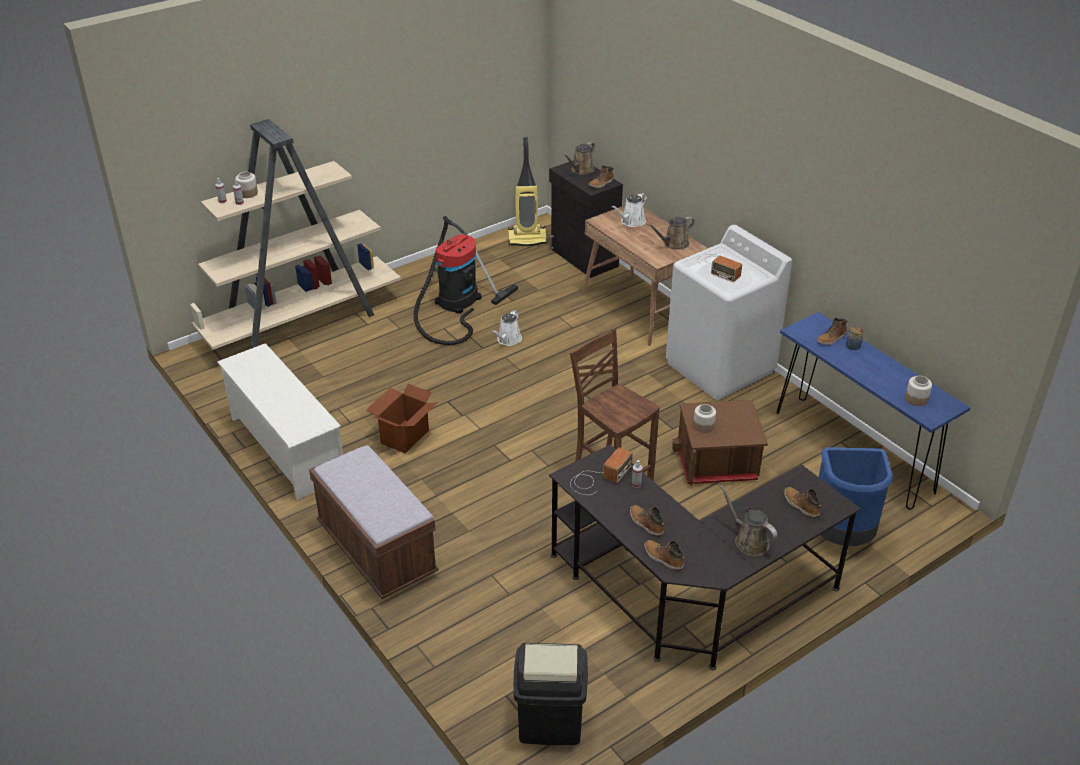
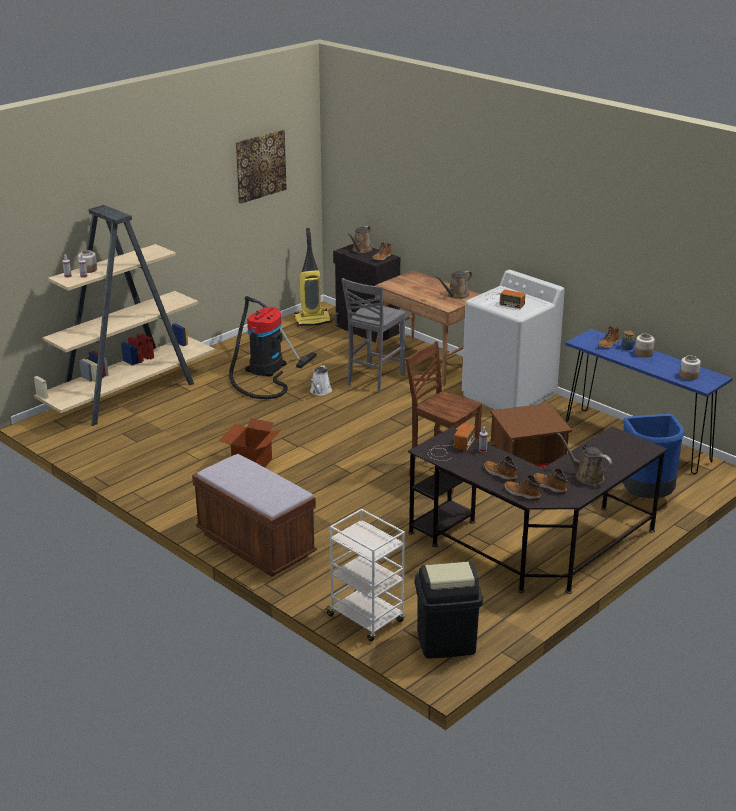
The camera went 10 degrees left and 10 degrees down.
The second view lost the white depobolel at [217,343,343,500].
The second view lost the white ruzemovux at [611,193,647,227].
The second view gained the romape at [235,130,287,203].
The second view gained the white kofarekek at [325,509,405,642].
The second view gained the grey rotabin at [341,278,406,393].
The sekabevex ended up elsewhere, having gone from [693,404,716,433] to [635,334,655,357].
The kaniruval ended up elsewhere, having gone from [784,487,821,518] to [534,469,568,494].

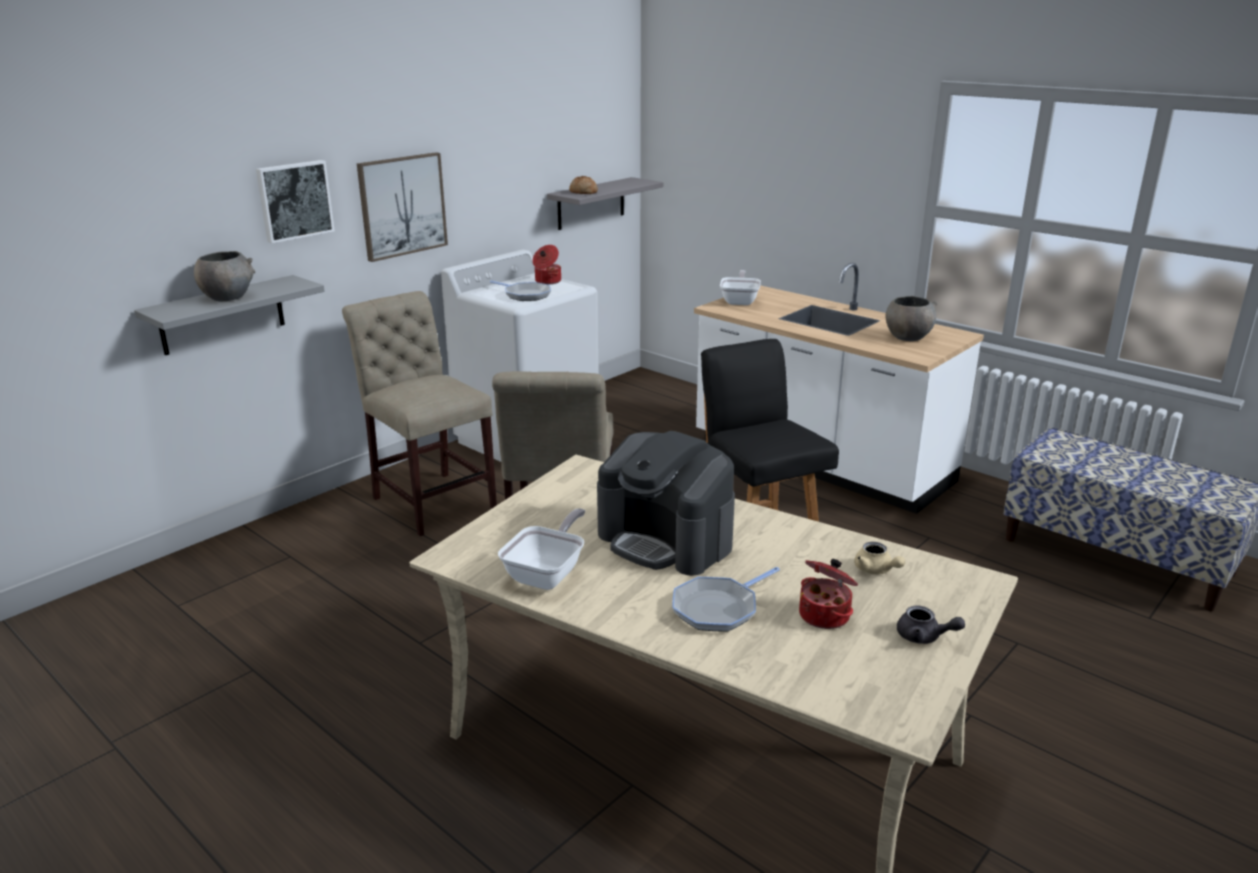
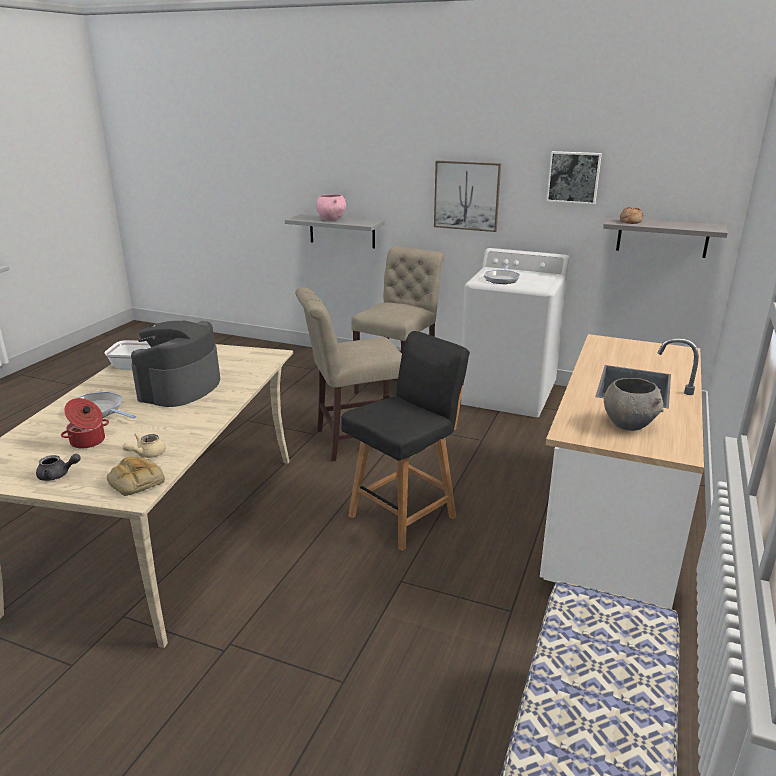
The camera went 70 degrees right and 0 degrees up.
The second view lost the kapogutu at [532,245,561,284].
The second view lost the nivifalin at [720,270,761,305].
The second view gained the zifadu at [107,456,165,496].
The romape ended up elsewhere, having gone from [256,160,335,243] to [546,151,602,204].
What was the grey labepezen at [194,251,255,301] turned into the pink labepezen at [316,194,346,221].
The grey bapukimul at [897,606,965,644] ended up facing another way, 105 degrees counterclockwise from before.

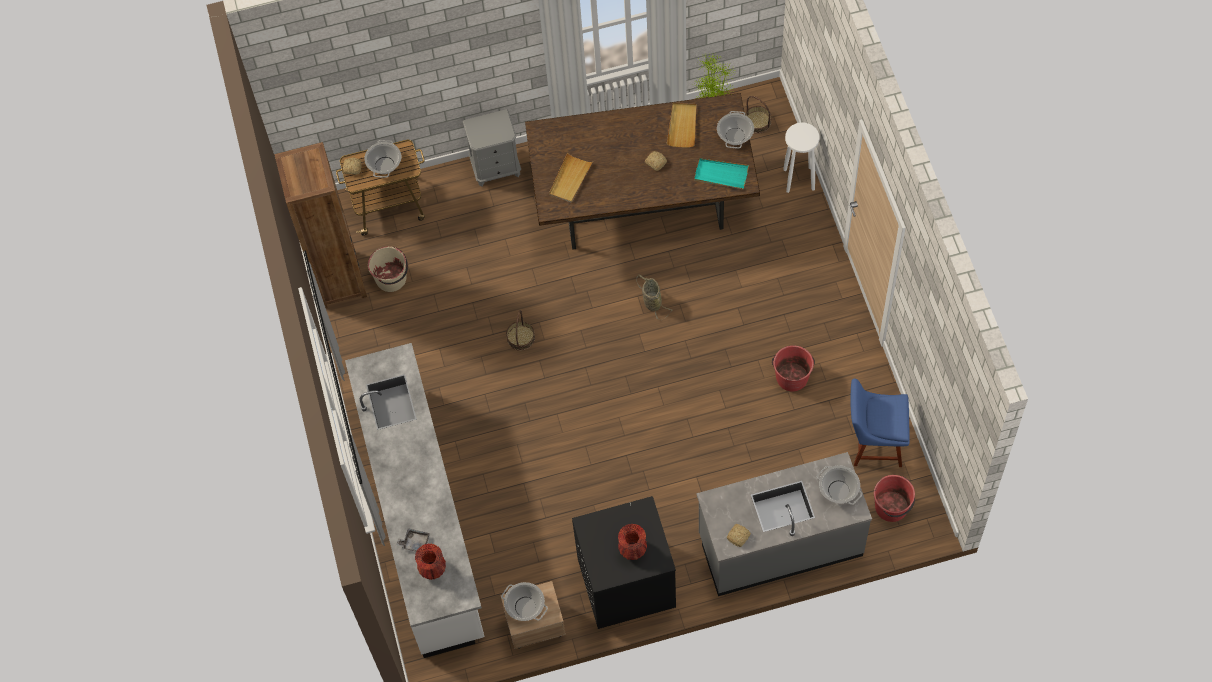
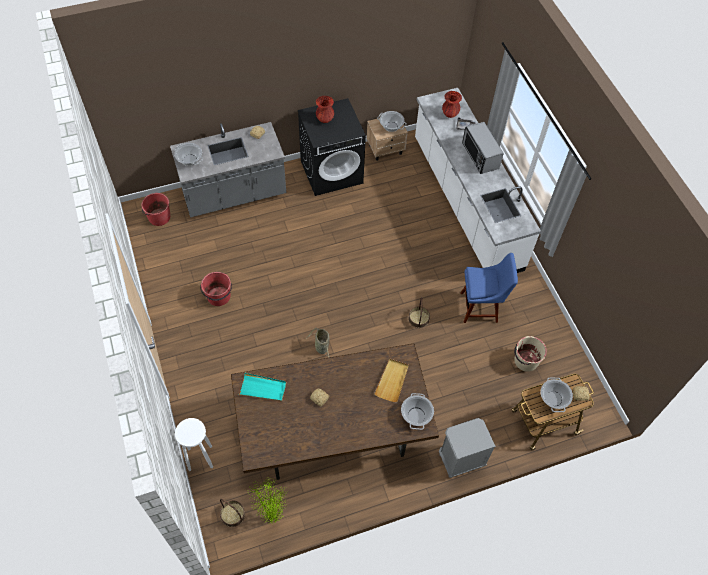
The camera went 170 degrees right and 5 degrees down.
The second view lost the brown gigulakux at [274,142,367,308].
The second view lost the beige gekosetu at [667,103,697,148].
The second view gained the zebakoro at [462,122,504,174].
The kapogutu ended up elsewhere, having gone from [717,111,754,149] to [401,393,434,430].
The blue rotabin ended up elsewhere, having gone from [850,379,910,467] to [460,253,518,323].

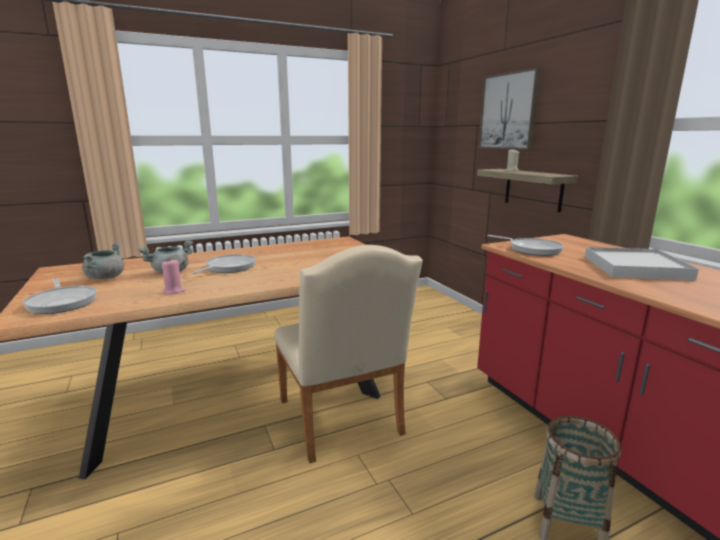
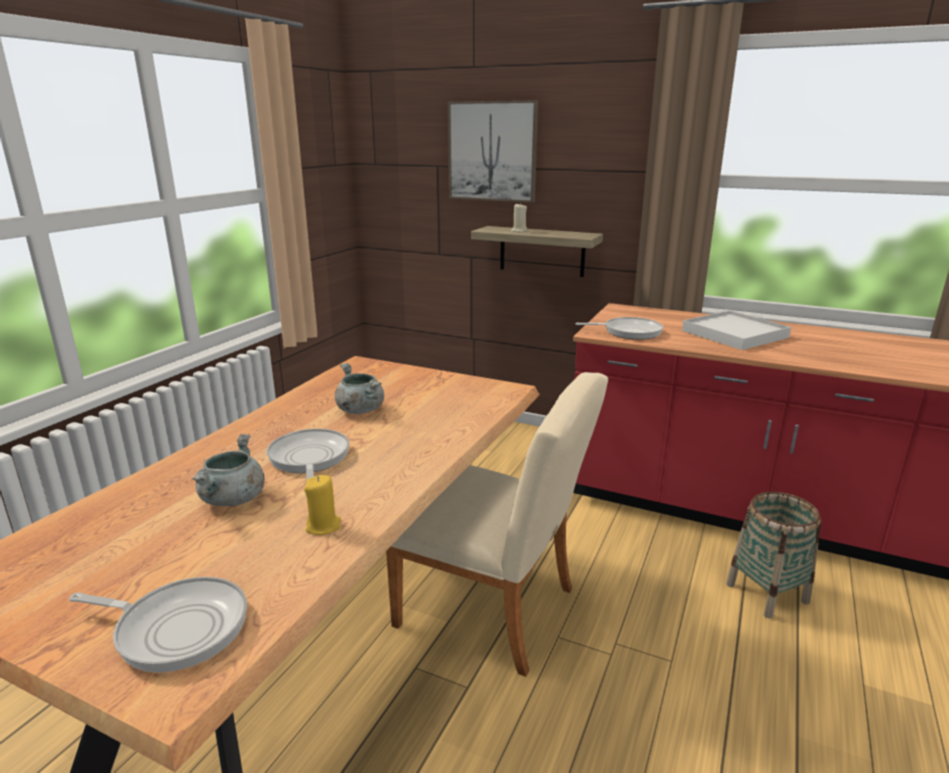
The camera went 40 degrees left and 5 degrees up.
The grey kapogutu ended up elsewhere, having gone from [82,243,124,279] to [335,363,384,414].
What was the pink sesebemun at [162,260,186,294] turned into the yellow sesebemun at [304,475,341,535].

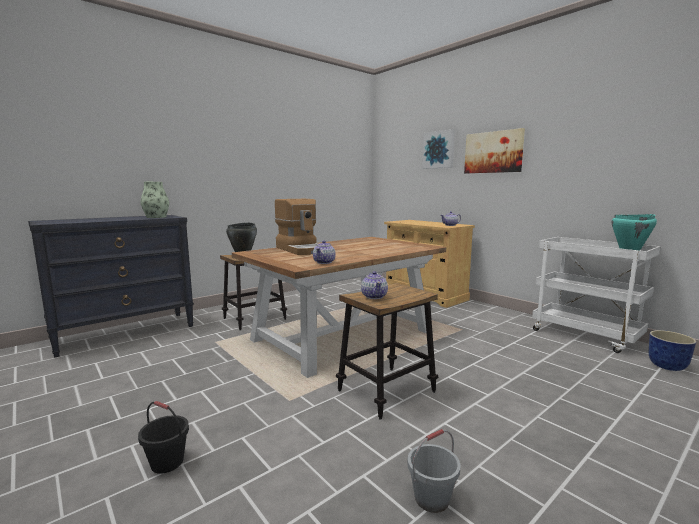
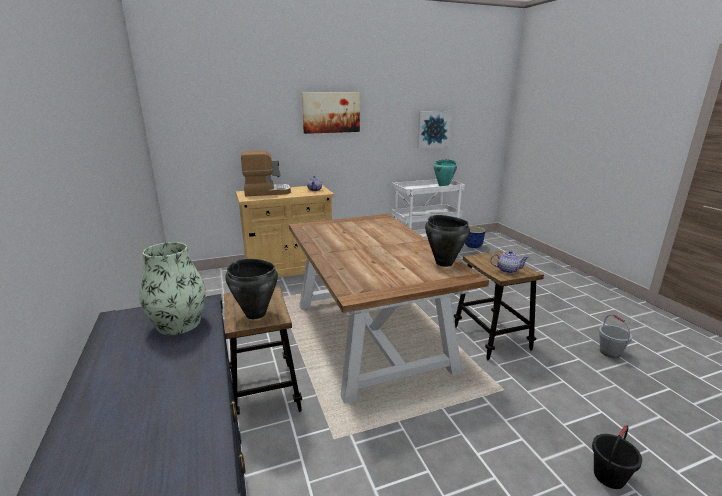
The camera went 70 degrees left and 10 degrees up.
The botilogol ended up elsewhere, having gone from [275,199,319,255] to [241,150,291,196].
The romape ended up elsewhere, having gone from [422,129,455,169] to [417,111,452,148].
Where the bapukimul stood at [313,240,336,264], the black kapogutu came to stand at [425,215,470,267].

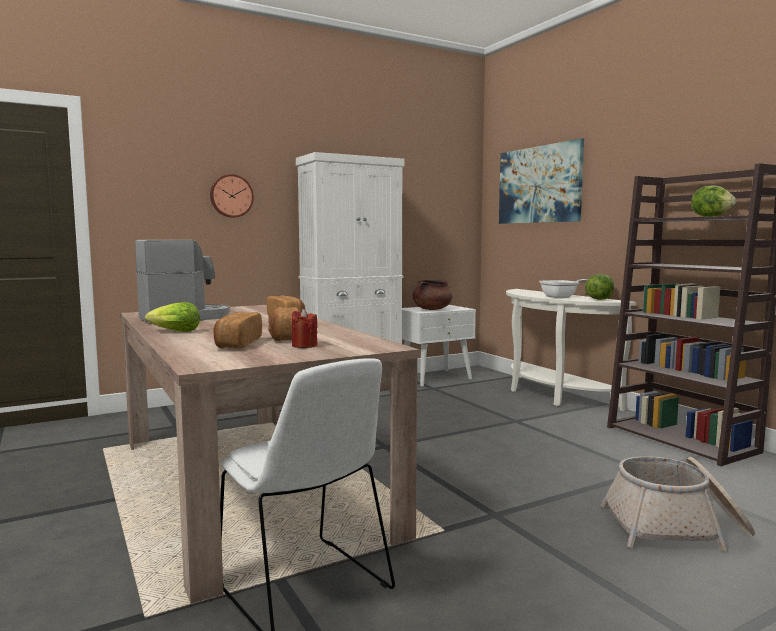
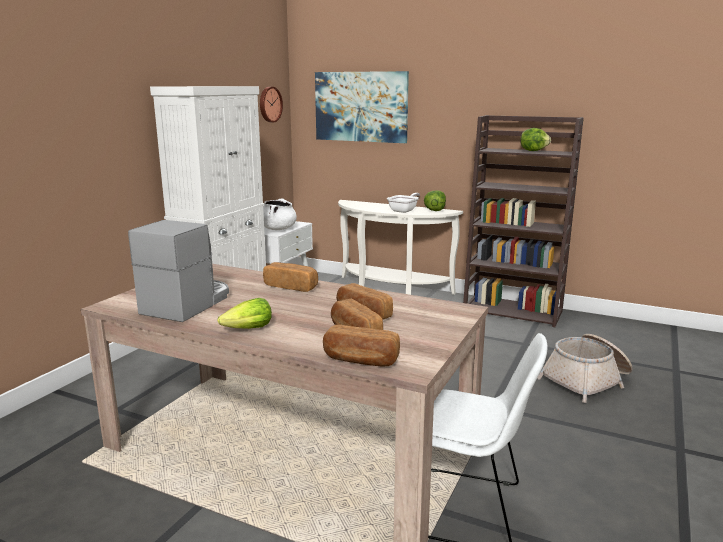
The camera went 35 degrees left and 10 degrees up.
The second view lost the red sesebemun at [292,309,318,348].
The second view gained the zifadu at [323,325,400,366].
The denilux ended up elsewhere, having gone from [210,174,254,218] to [260,87,283,122].
What was the brown kapogutu at [413,279,452,310] turned into the white kapogutu at [263,199,297,230].

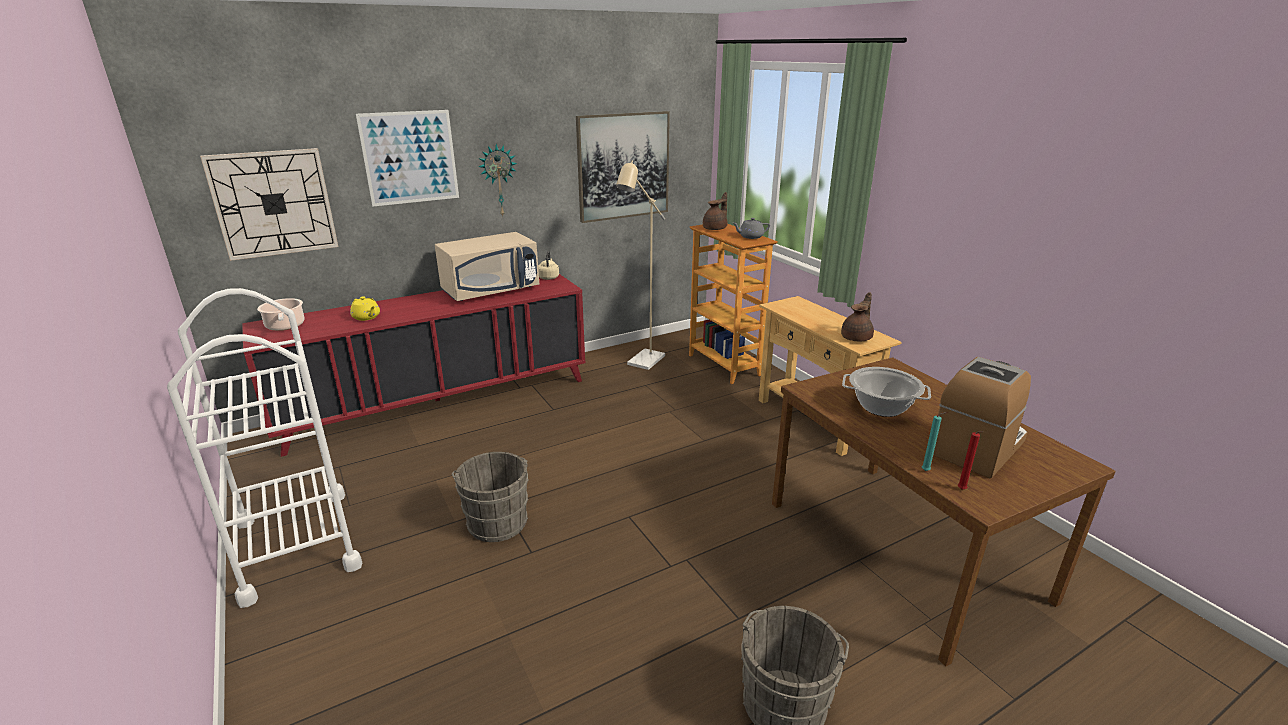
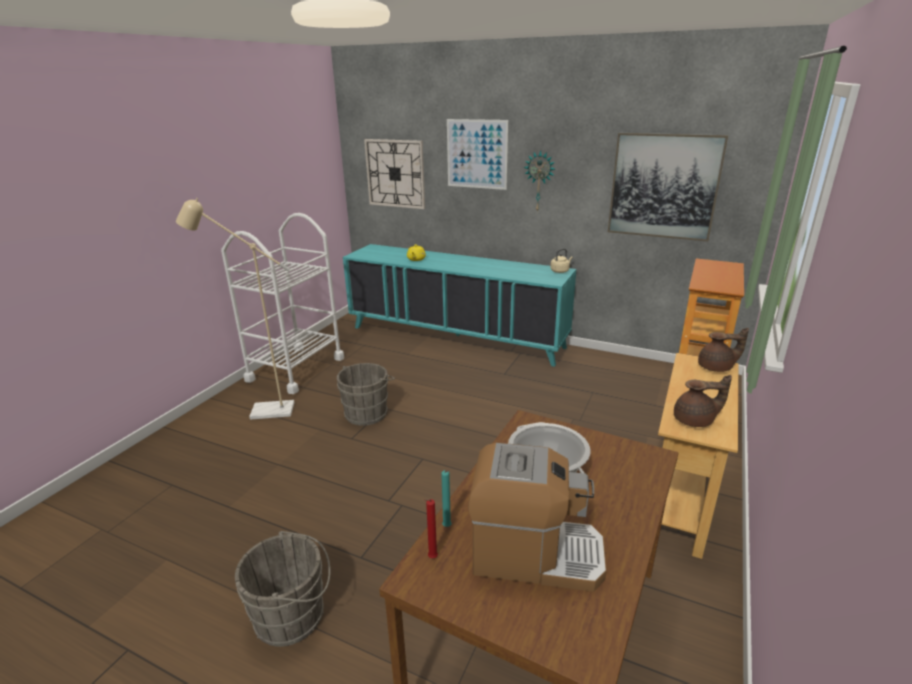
The camera went 55 degrees right and 0 degrees up.
The second view lost the kapogutu at [257,298,304,331].
The second view lost the beige zebakoro at [435,232,539,301].
The second view lost the grey bapukimul at [733,218,770,239].
The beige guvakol ended up elsewhere, having gone from [616,161,665,370] to [176,198,295,420].
The brown bapukimul ended up elsewhere, having gone from [703,192,727,230] to [698,328,749,372].
What was the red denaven at [242,274,585,457] turned into the turquoise denaven at [343,244,576,367].

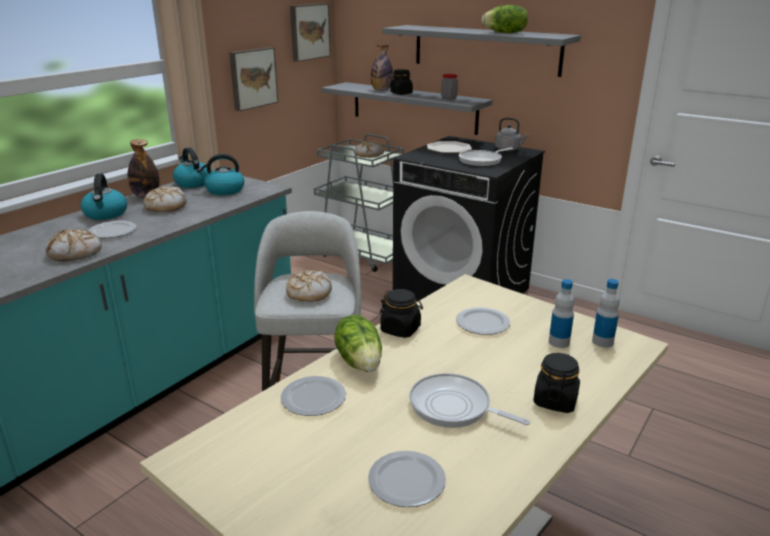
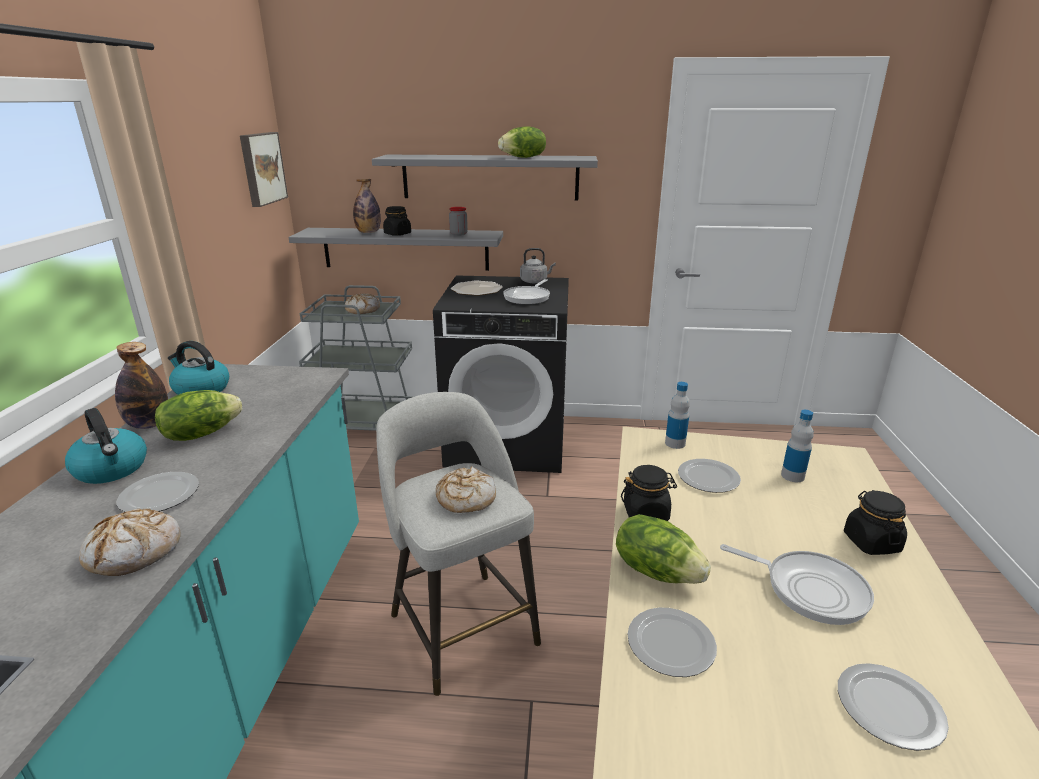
The camera went 30 degrees left and 0 degrees up.
The second view lost the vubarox at [197,154,245,195].
The second view lost the romape at [229,47,278,111].
The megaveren ended up elsewhere, having gone from [592,279,620,347] to [665,382,690,449].
Where the zifadu stood at [144,186,187,212], the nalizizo came to stand at [155,390,242,441].
The nivifalin at [409,373,530,428] ended up facing another way, 150 degrees counterclockwise from before.

